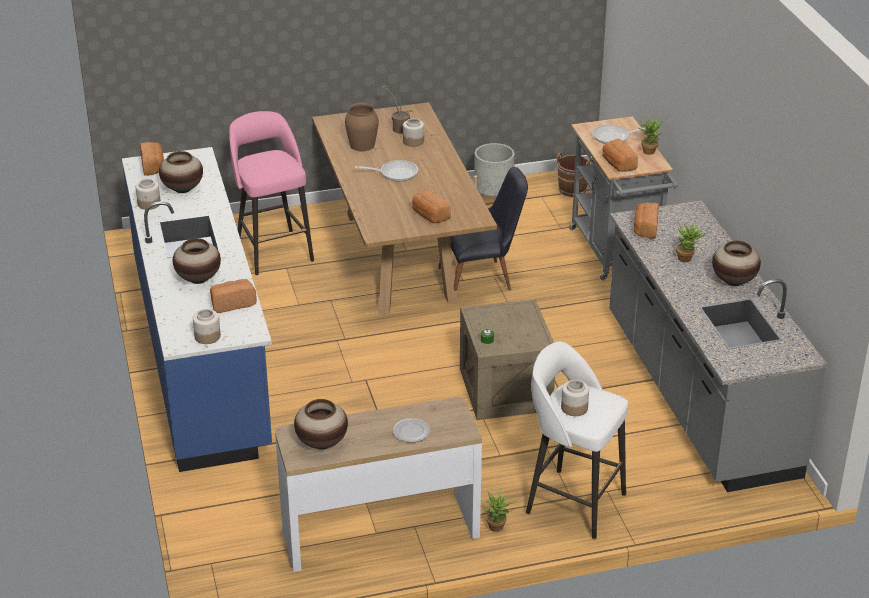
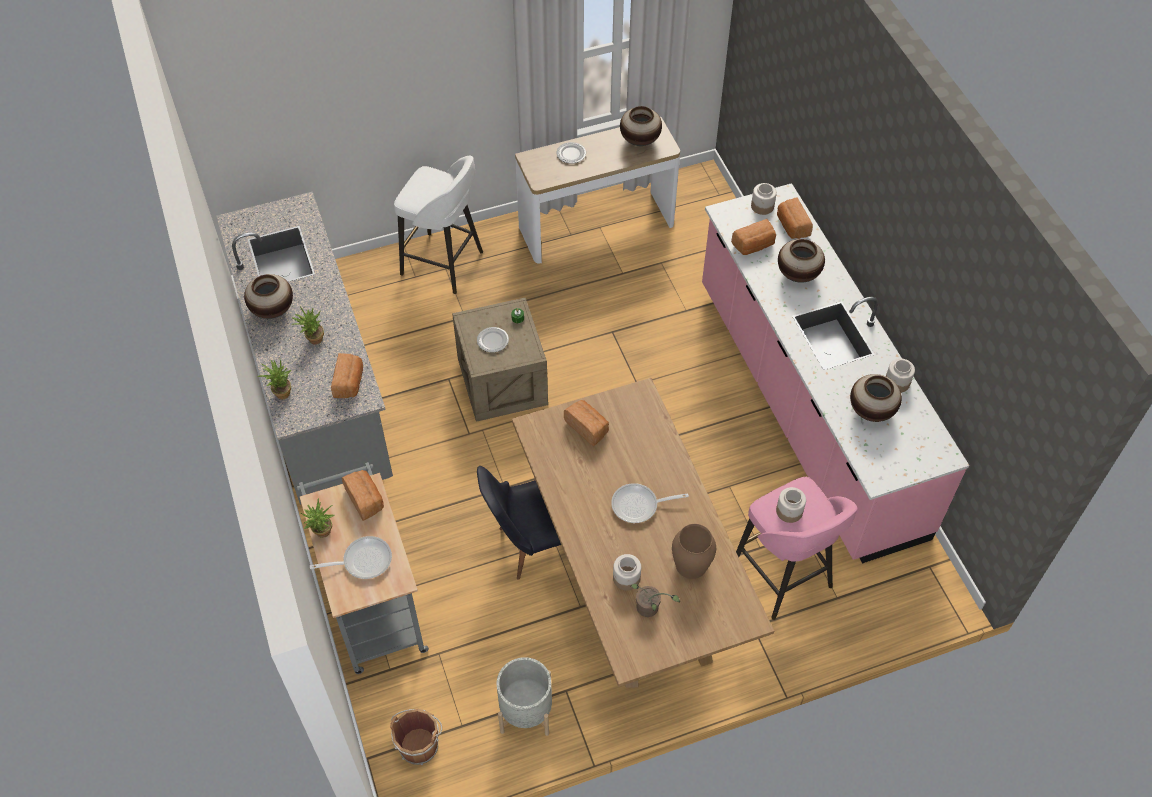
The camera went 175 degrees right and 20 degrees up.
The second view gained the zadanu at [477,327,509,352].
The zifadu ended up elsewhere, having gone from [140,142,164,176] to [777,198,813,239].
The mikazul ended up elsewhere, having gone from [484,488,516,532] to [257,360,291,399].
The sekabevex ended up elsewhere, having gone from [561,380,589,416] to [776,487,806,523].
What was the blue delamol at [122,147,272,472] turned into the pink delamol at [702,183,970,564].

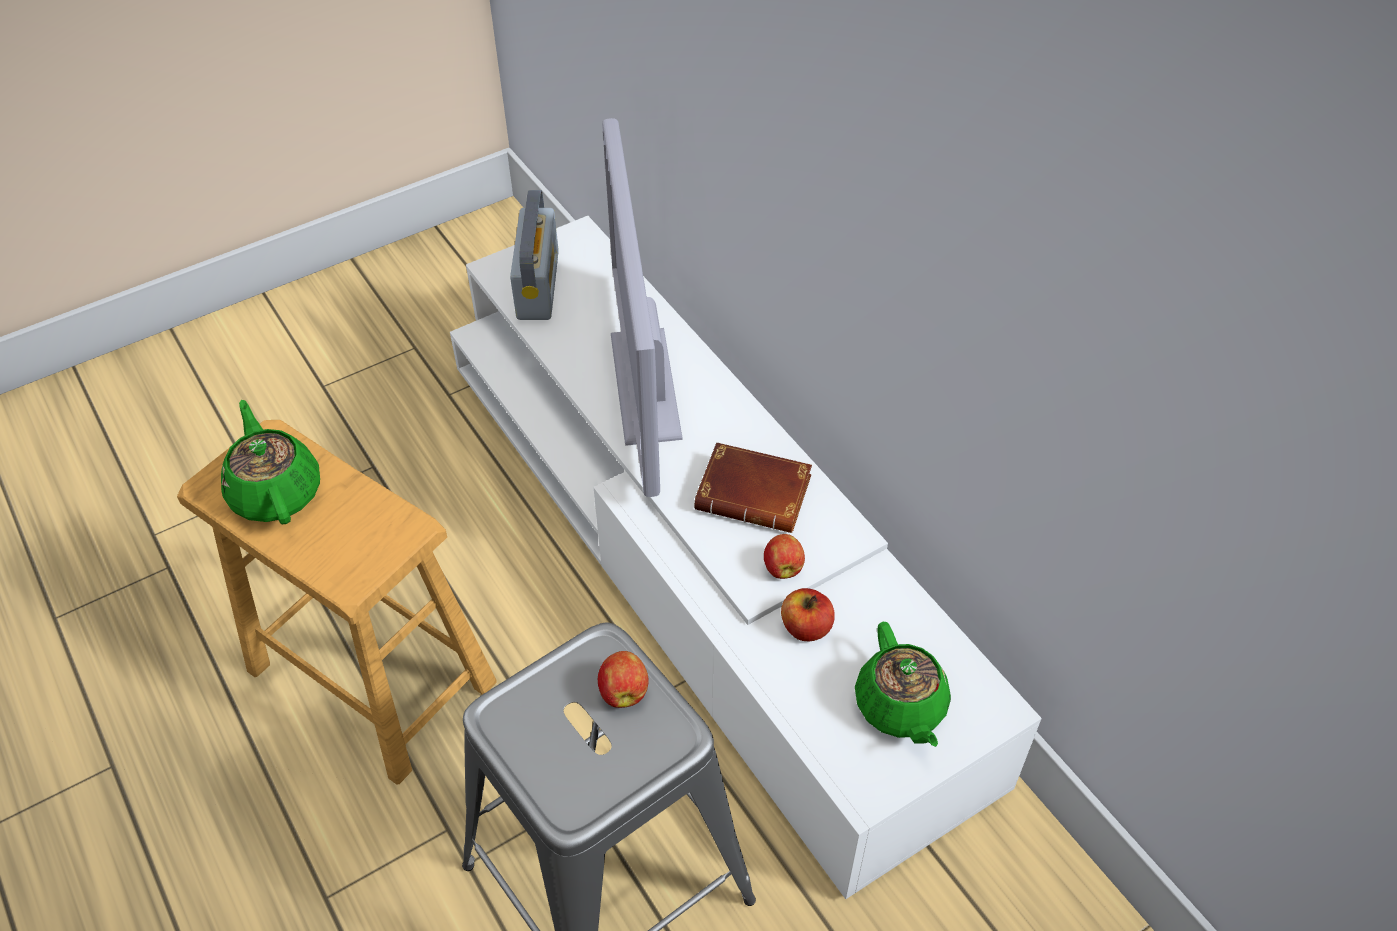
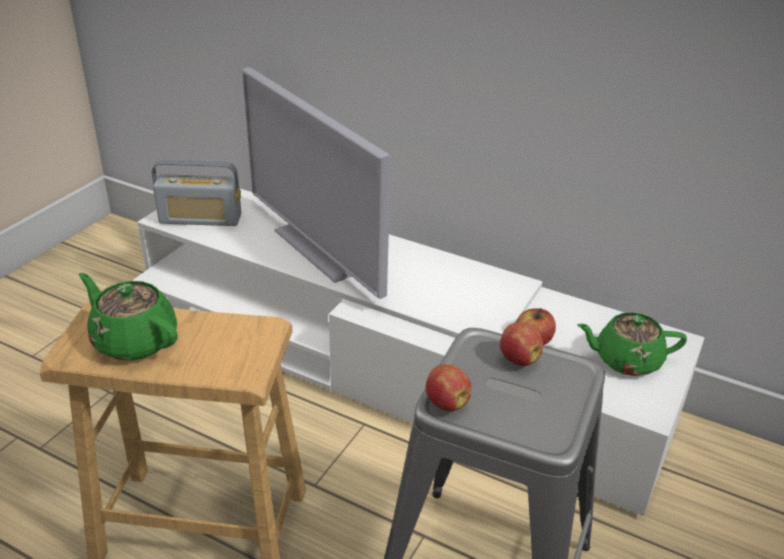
The camera went 30 degrees left and 15 degrees down.
The second view lost the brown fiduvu at [694,442,812,533].
The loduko ended up elsewhere, having gone from [764,534,805,579] to [426,364,471,411].
The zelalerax at [510,190,559,320] ended up facing another way, 120 degrees clockwise from before.
The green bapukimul at [855,622,951,747] ended up facing another way, 135 degrees clockwise from before.

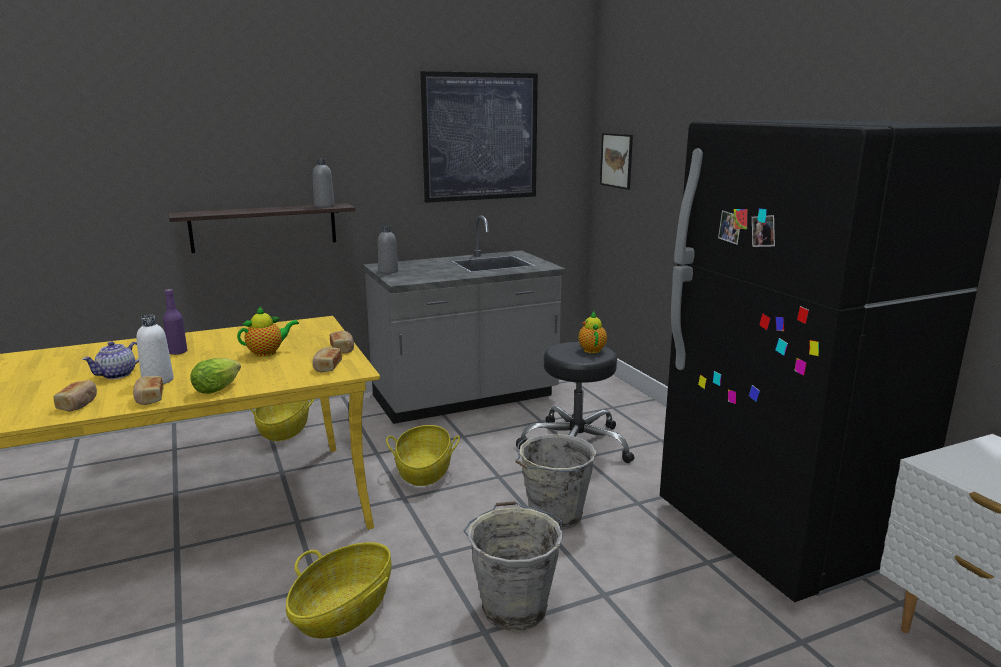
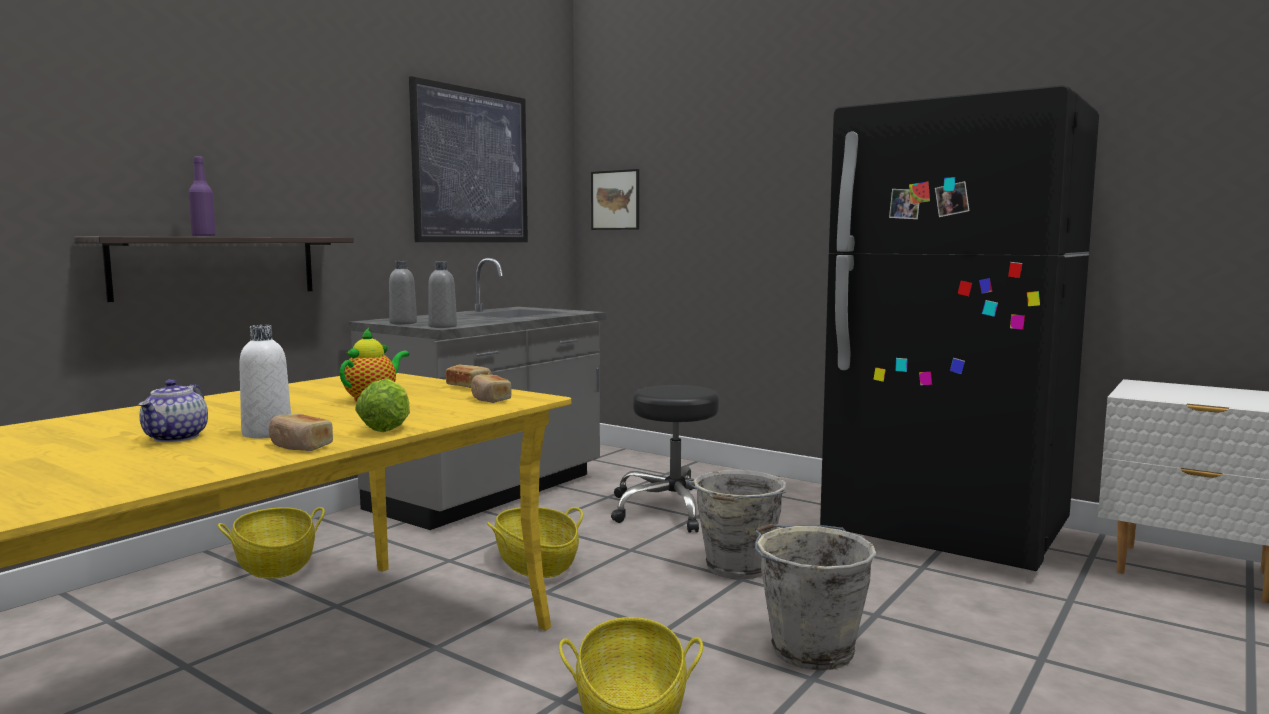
The camera went 30 degrees left and 10 degrees down.
The second view lost the zifadu at [53,380,97,412].
The second view lost the bapukimul at [578,311,607,353].
The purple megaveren ended up elsewhere, having gone from [163,289,187,355] to [189,156,216,236].
The grey megaveren ended up elsewhere, having gone from [313,158,335,208] to [428,262,457,328].

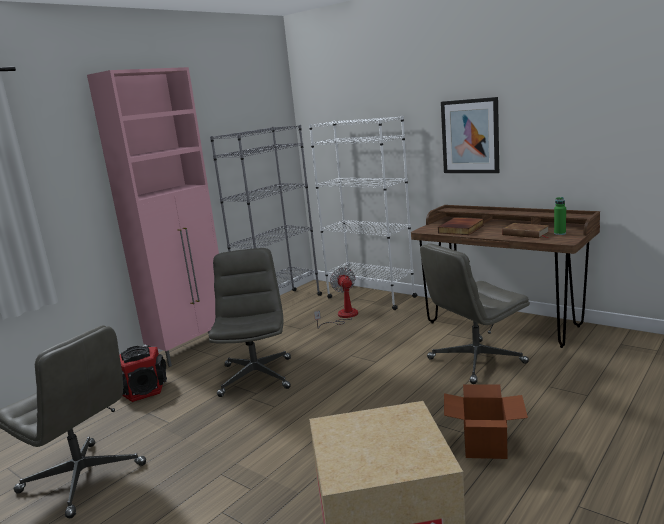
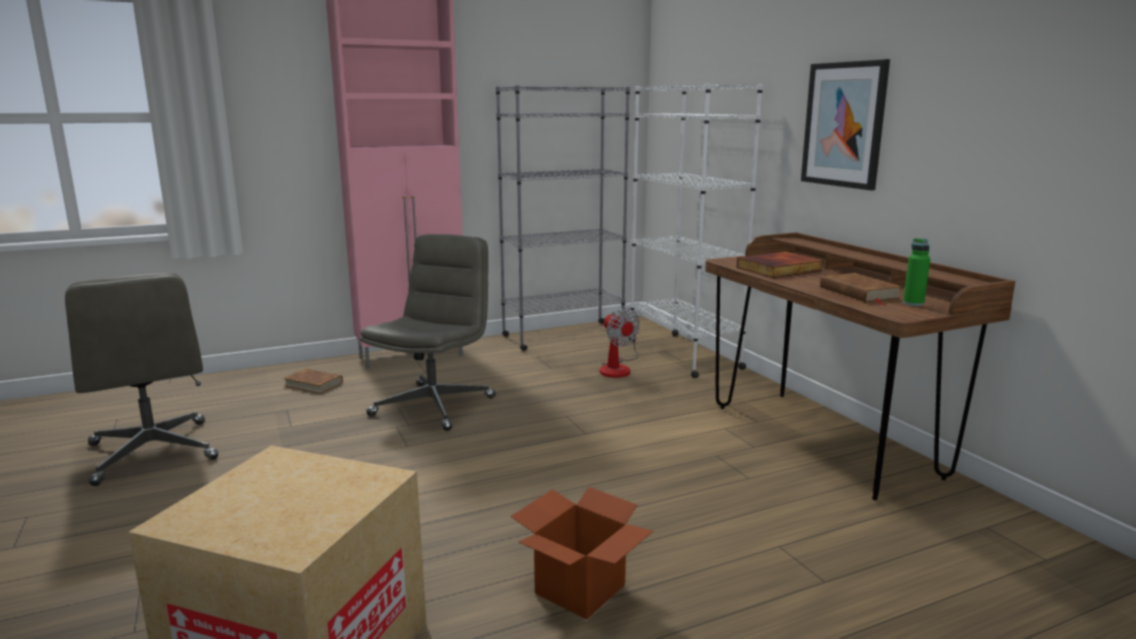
The camera went 25 degrees right and 0 degrees up.
The second view lost the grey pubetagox at [420,243,530,384].
Where the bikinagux stood at [120,346,167,402], the brown fiduvu came to stand at [283,368,343,394].
The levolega at [314,267,358,329] ended up facing another way, 135 degrees clockwise from before.

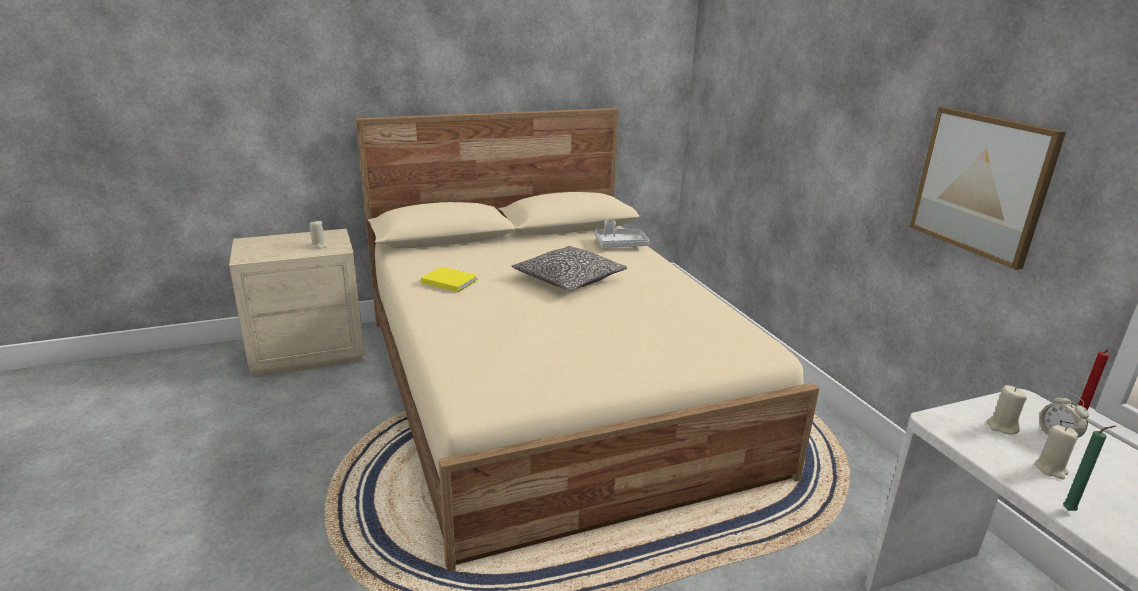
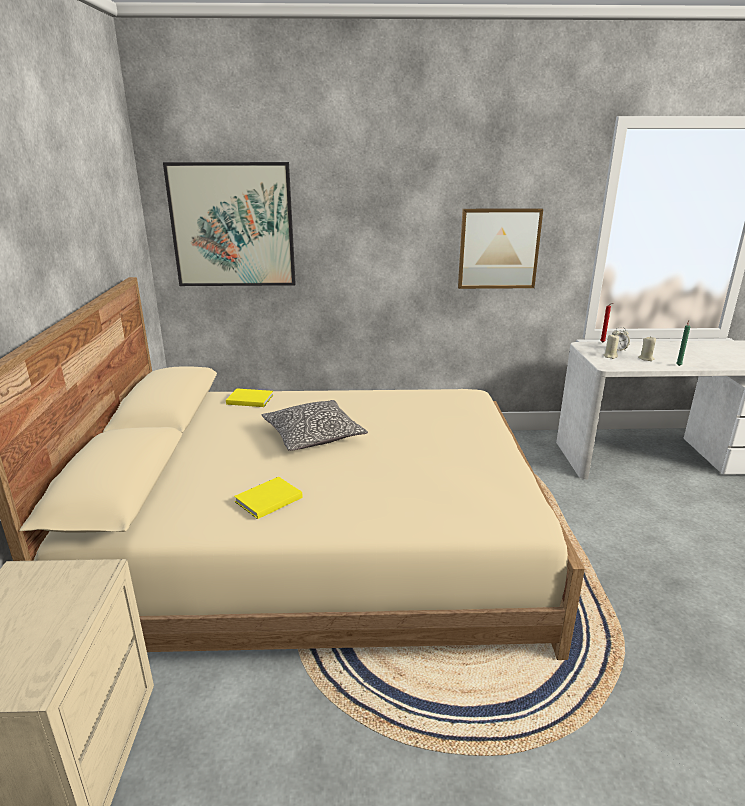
The camera went 70 degrees left and 0 degrees up.
The second view lost the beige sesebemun at [309,221,327,249].
The second view gained the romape at [163,162,296,286].
Where the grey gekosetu stood at [595,220,650,247], the yellow fiduvu came to stand at [226,388,273,407].

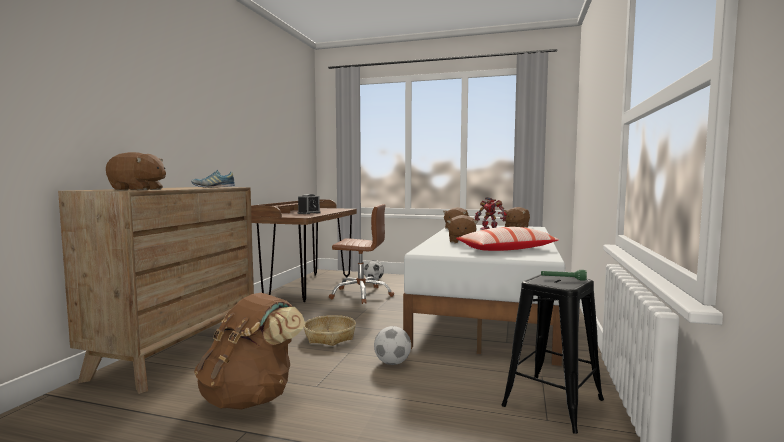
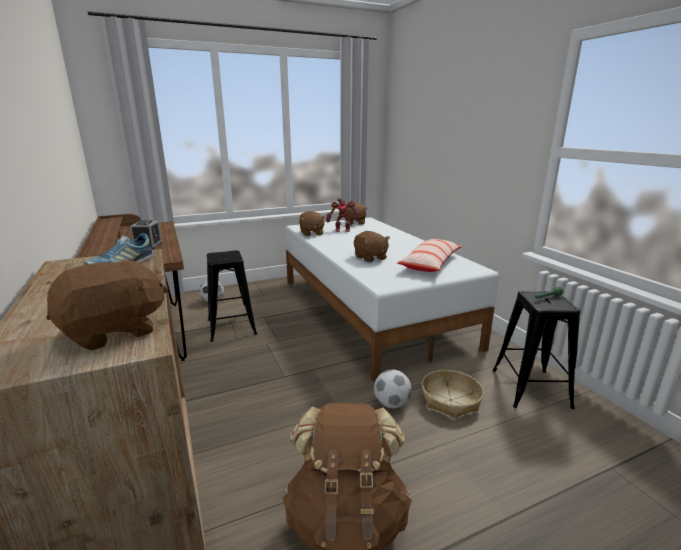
The camera went 40 degrees left and 15 degrees up.
The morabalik ended up elsewhere, having gone from [304,315,356,346] to [422,370,484,418].
Where the brown pubetagox stood at [329,204,394,304], the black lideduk came to stand at [207,250,257,342].

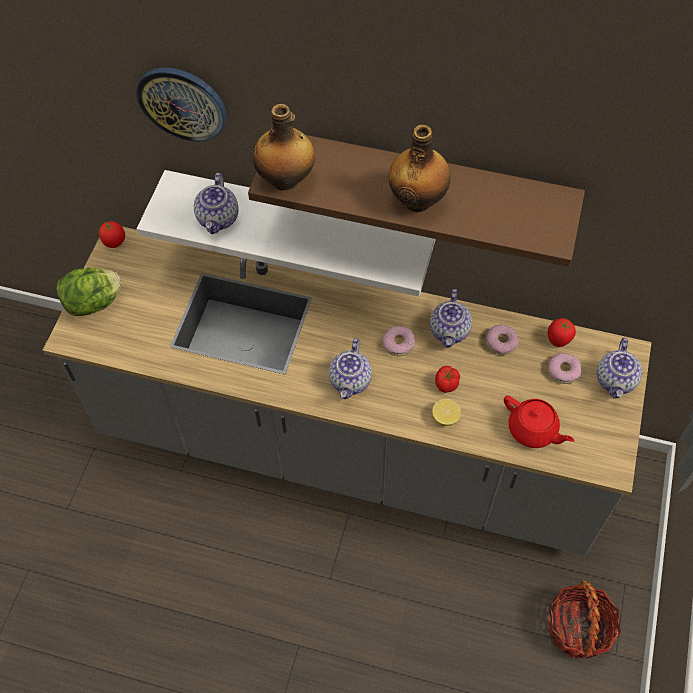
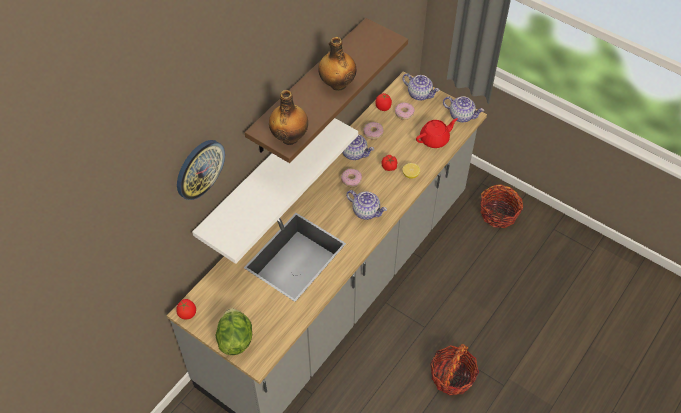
The camera went 70 degrees left and 5 degrees down.
The second view gained the morabalik at [430,344,479,395].
The bapukimul ended up elsewhere, having gone from [194,173,239,234] to [443,96,484,122].

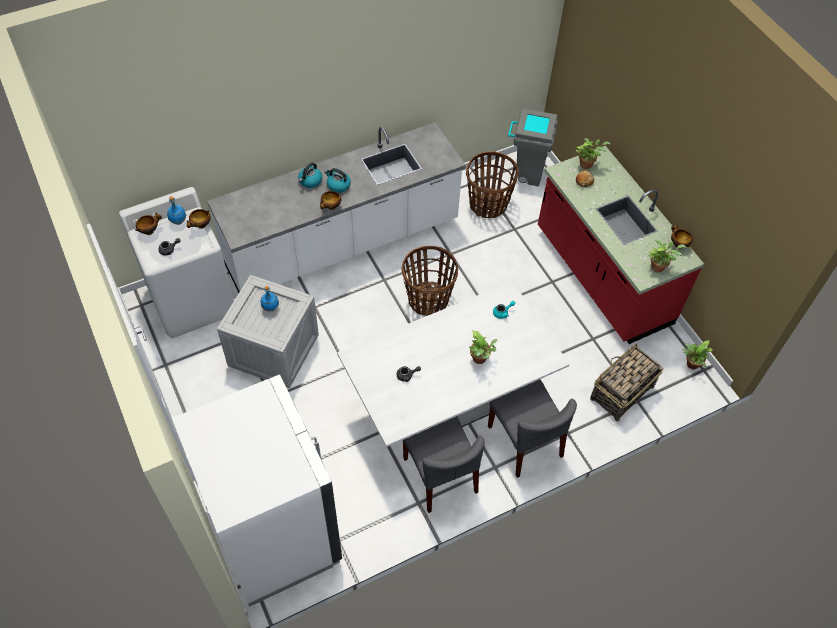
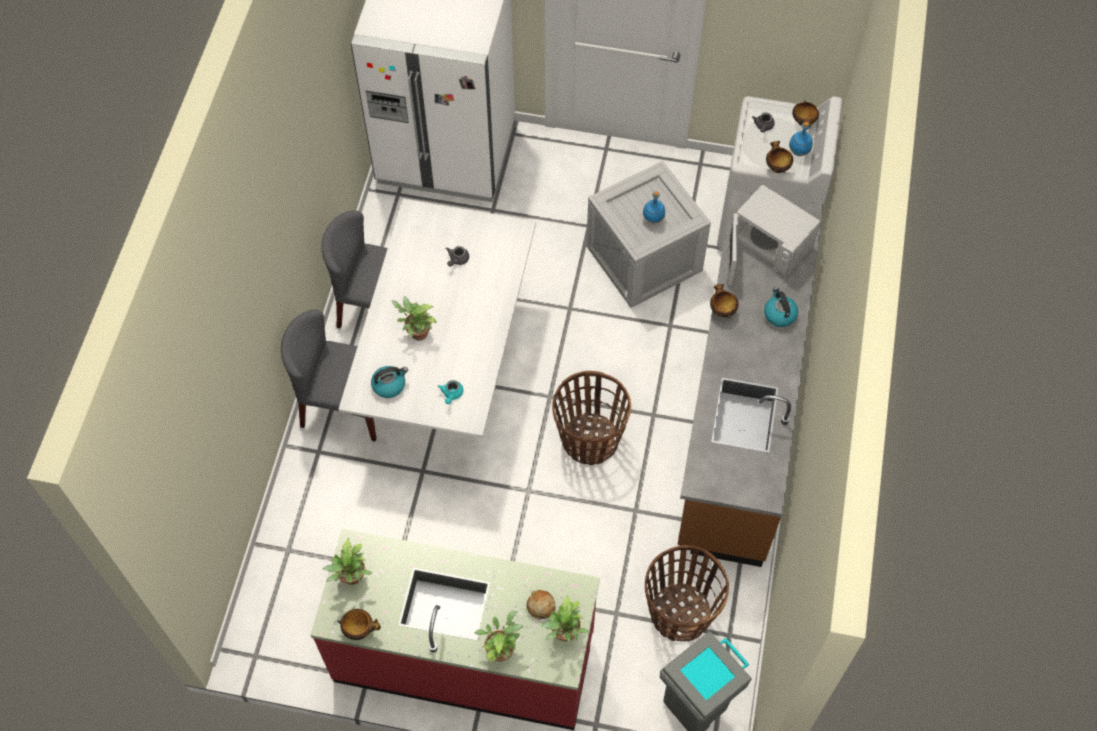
The camera went 130 degrees right and 5 degrees up.
The second view lost the morabalik at [590,344,663,421].
The second view gained the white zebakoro at [728,184,821,285].
The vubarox ended up elsewhere, having gone from [325,168,351,193] to [371,366,408,398].
The mikazul ended up elsewhere, having gone from [682,340,713,370] to [474,611,523,662].
What was the white delamol at [207,123,466,293] turned into the brown delamol at [678,190,824,567].

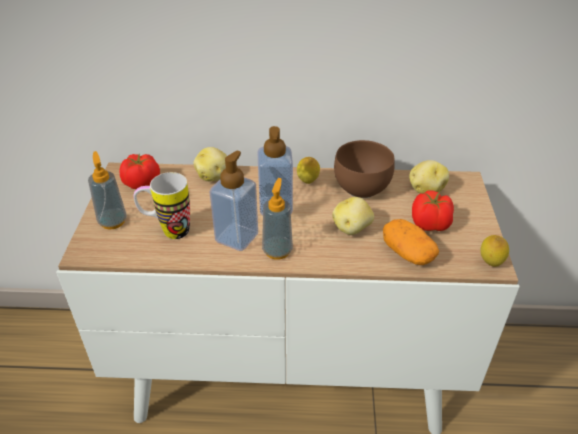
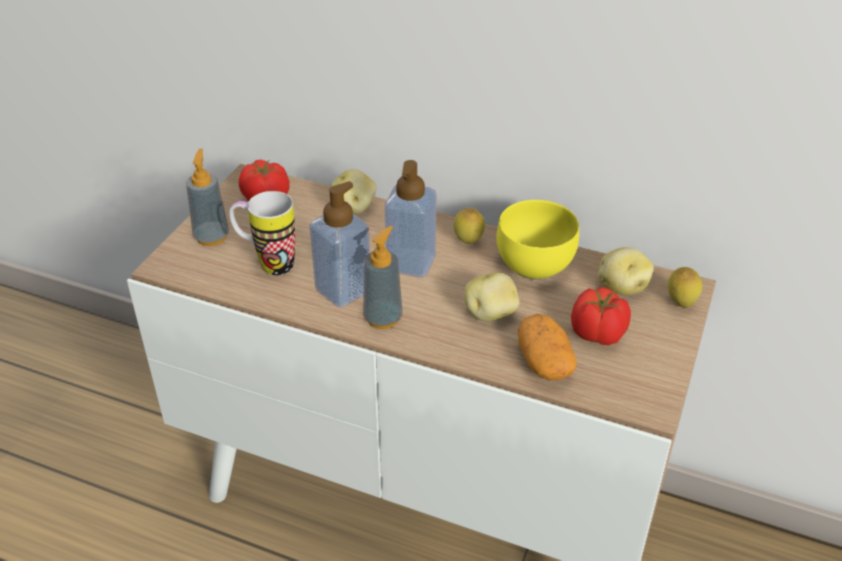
The camera went 20 degrees right and 0 degrees up.
The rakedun ended up elsewhere, having gone from [480,235,509,267] to [668,267,702,308].
What was the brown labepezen at [334,140,395,198] turned into the yellow labepezen at [496,200,579,280].

